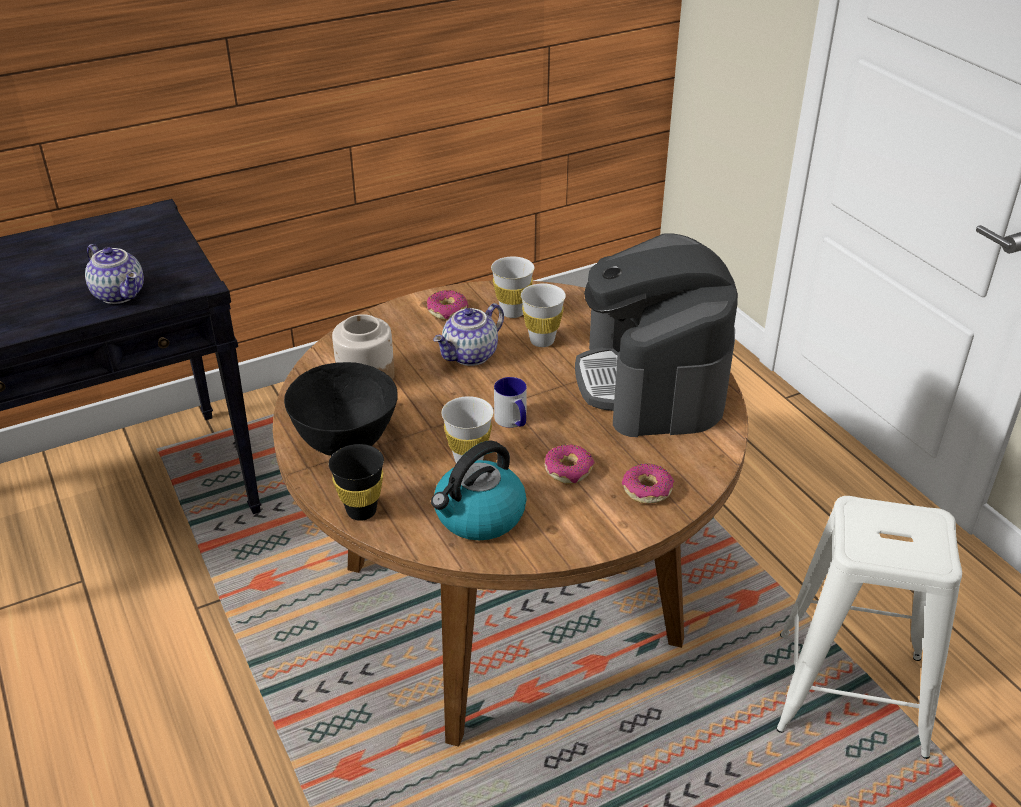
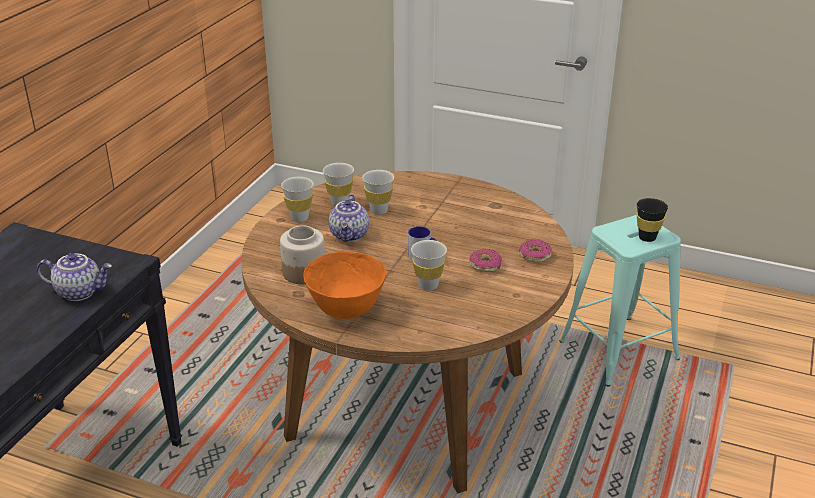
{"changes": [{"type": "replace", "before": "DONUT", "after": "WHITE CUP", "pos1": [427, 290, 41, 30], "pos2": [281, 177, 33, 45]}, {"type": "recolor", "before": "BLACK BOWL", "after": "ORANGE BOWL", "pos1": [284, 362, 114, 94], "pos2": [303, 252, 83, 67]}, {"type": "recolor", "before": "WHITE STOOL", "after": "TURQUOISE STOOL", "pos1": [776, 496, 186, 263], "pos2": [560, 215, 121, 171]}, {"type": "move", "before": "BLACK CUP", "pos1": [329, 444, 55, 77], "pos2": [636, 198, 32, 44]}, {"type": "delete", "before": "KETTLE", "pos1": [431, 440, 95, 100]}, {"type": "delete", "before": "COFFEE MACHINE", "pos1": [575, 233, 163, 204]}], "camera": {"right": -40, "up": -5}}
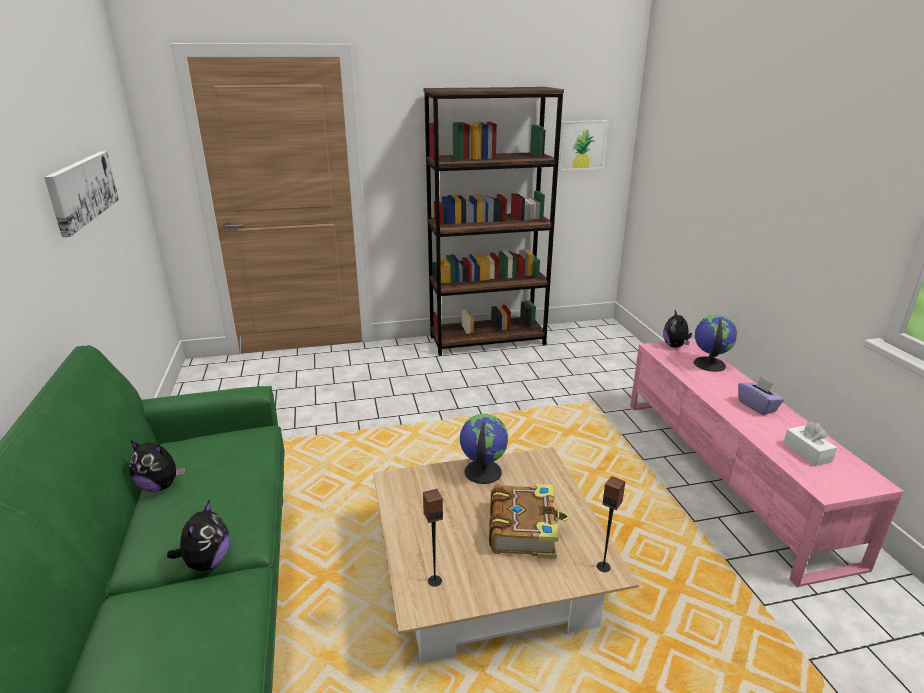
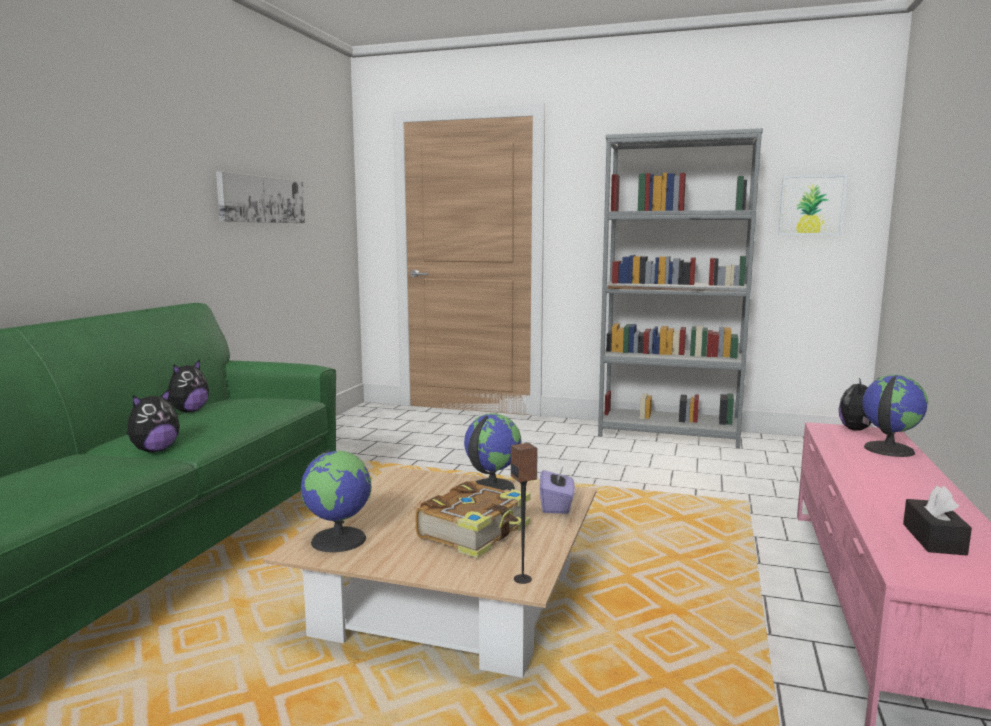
{"changes": [{"type": "rotate", "before": "PLUSH TOY", "pos1": [129, 440, 56, 52], "pos2": [169, 360, 40, 52], "turn": -105}, {"type": "replace", "before": "SPEAKER", "after": "GLOBE", "pos1": [423, 489, 20, 98], "pos2": [300, 449, 72, 103]}, {"type": "move", "before": "PURPLE TISSUE BOX", "pos1": [738, 377, 46, 38], "pos2": [540, 466, 35, 48]}, {"type": "recolor", "before": "BROWN BOOKCASE", "after": "GREY BOOKCASE", "pos1": [424, 87, 140, 269], "pos2": [598, 128, 165, 320]}, {"type": "recolor", "before": "WHITE TISSUE BOX", "after": "BLACK TISSUE BOX", "pos1": [783, 422, 54, 44], "pos2": [903, 486, 69, 70]}], "camera": {"right": 30, "up": -15}}
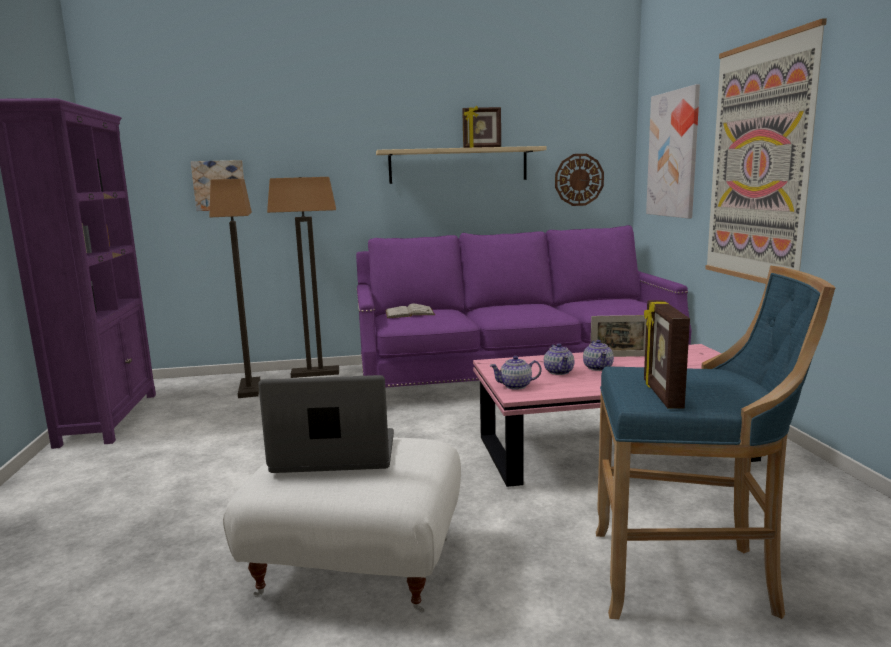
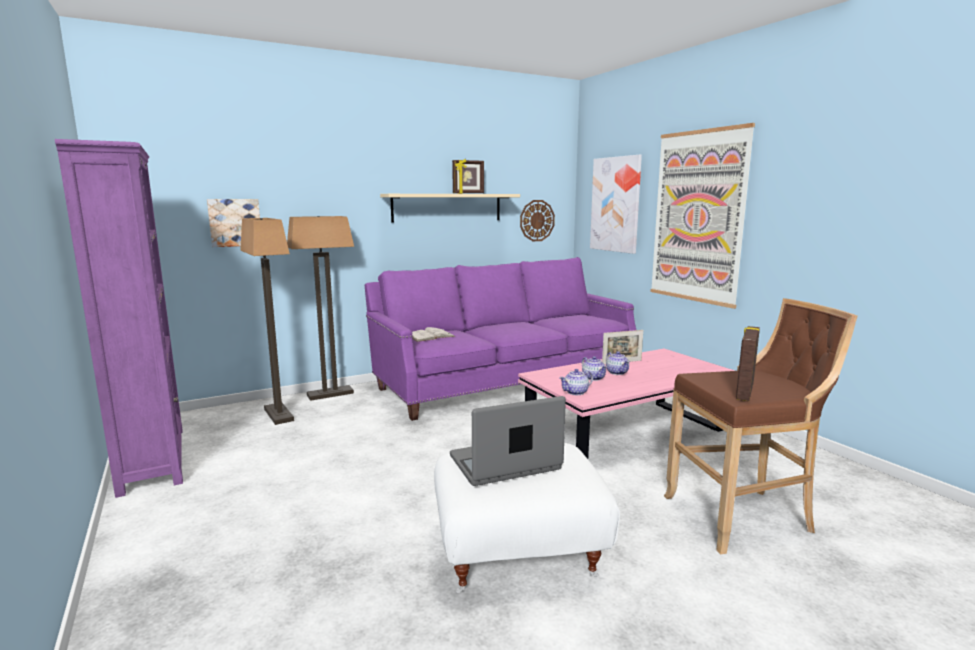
{"changes": [{"type": "recolor", "before": "BLUE STOOL", "after": "BROWN STOOL", "pos1": [596, 265, 239, 354], "pos2": [664, 298, 194, 256]}, {"type": "rotate", "before": "PICTURE FRAME", "pos1": [644, 300, 46, 109], "pos2": [736, 326, 24, 76], "turn": 45}], "camera": {"right": -20, "up": 0}}
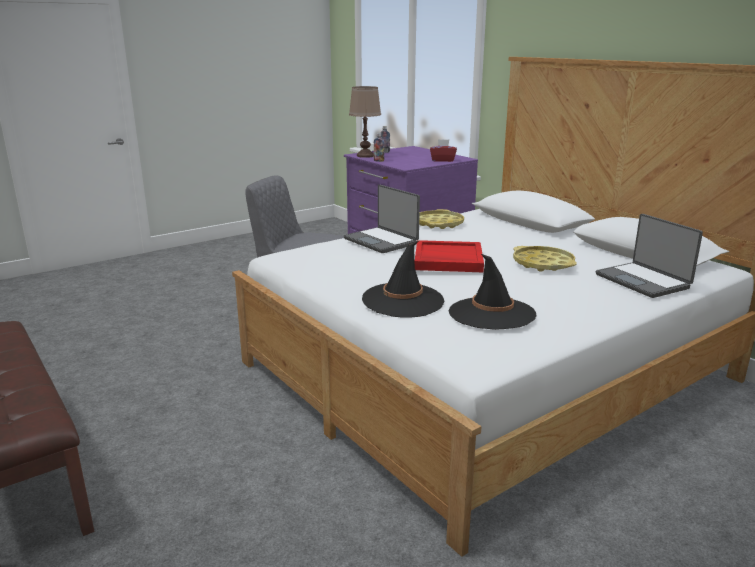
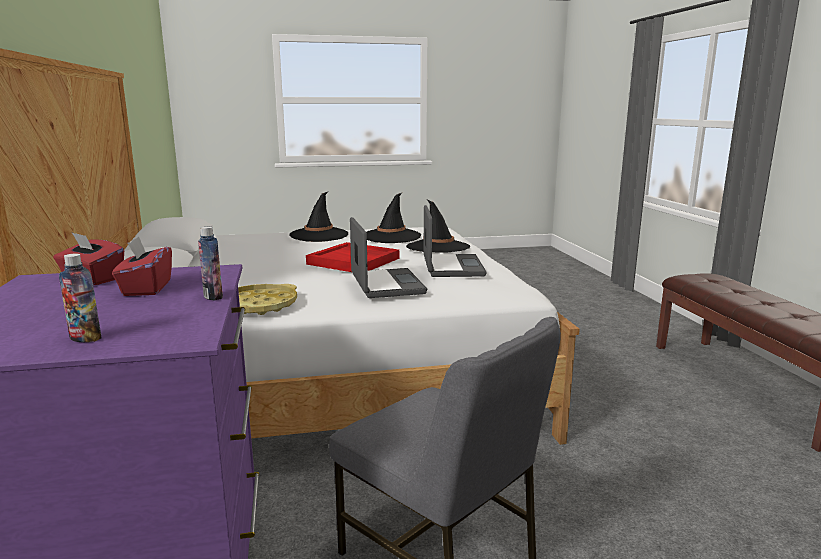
{"changes": [{"type": "insert", "after": "RED TISSUE BOX", "pos2": [112, 236, 60, 60]}, {"type": "insert", "after": "BLACK HAT", "pos2": [289, 192, 59, 50]}, {"type": "move", "before": "LAPTOP", "pos1": [596, 214, 107, 84], "pos2": [424, 205, 63, 72]}, {"type": "delete", "before": "BROWN TABLE LAMP", "pos1": [349, 86, 32, 72]}, {"type": "delete", "before": "YELLOW TRAY", "pos1": [513, 246, 64, 26]}], "camera": {"right": -155, "up": -5}}
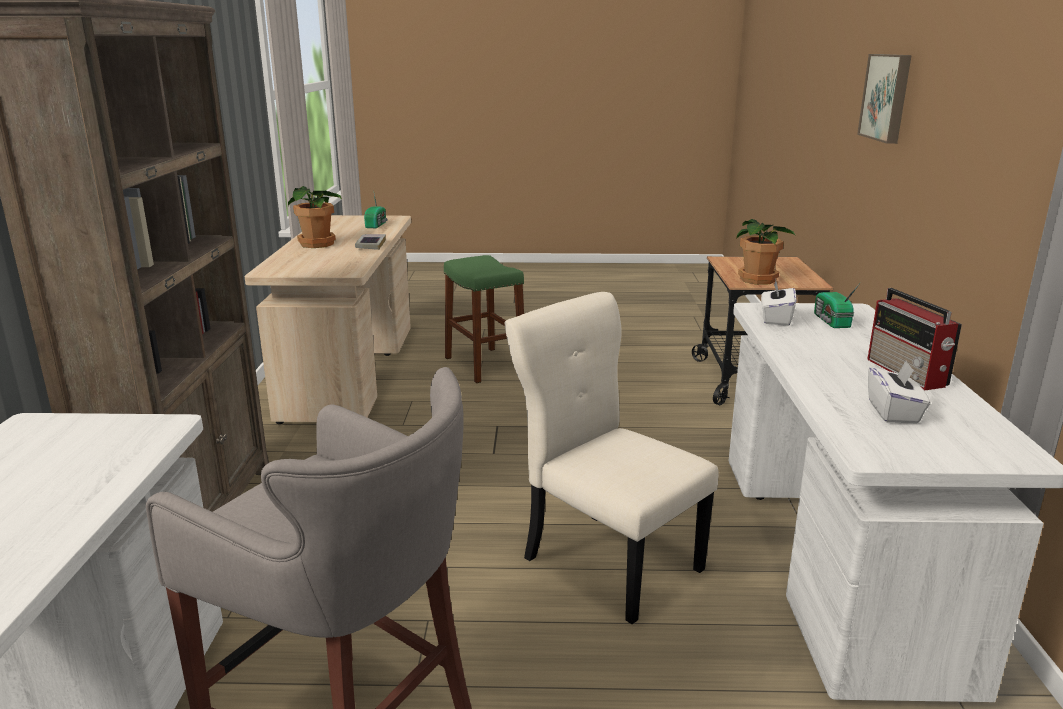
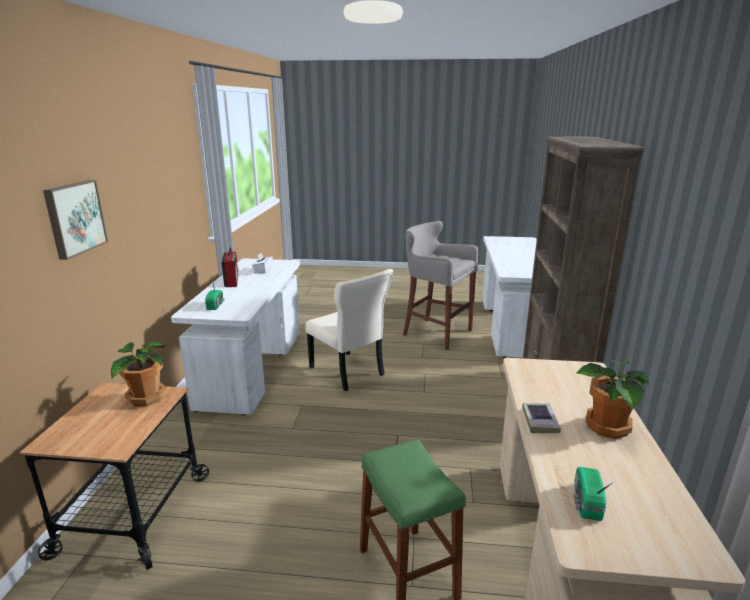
{"changes": [{"type": "delete", "before": "WHITE TISSUE BOX", "pos1": [761, 279, 35, 47]}], "camera": {"right": -175, "up": 0}}
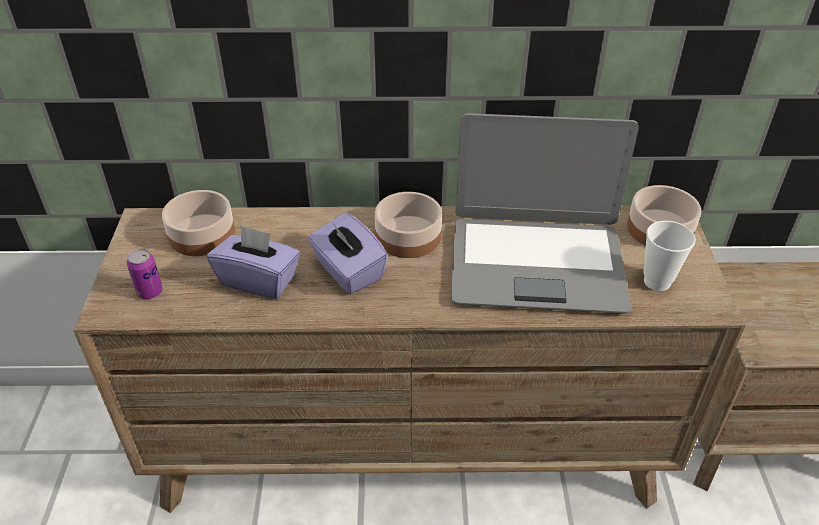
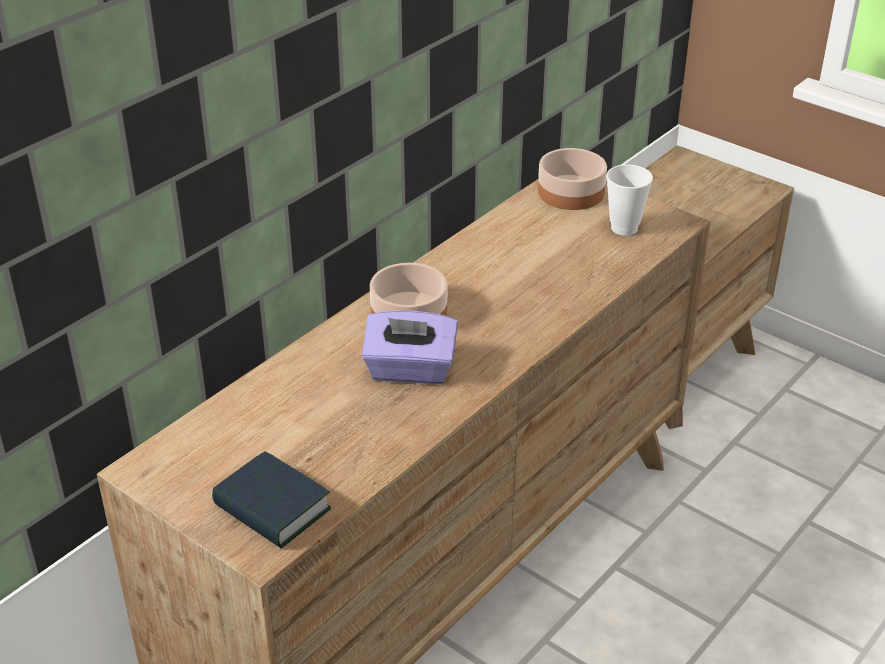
{"changes": [{"type": "replace", "before": "CAN", "after": "BOOK", "pos1": [127, 249, 36, 50], "pos2": [212, 451, 119, 98]}, {"type": "delete", "before": "BOWL", "pos1": [162, 190, 73, 66]}, {"type": "delete", "before": "PURPLE TISSUE BOX", "pos1": [207, 225, 93, 74]}, {"type": "delete", "before": "LAPTOP", "pos1": [451, 113, 188, 201]}], "camera": {"right": -50, "up": -5}}
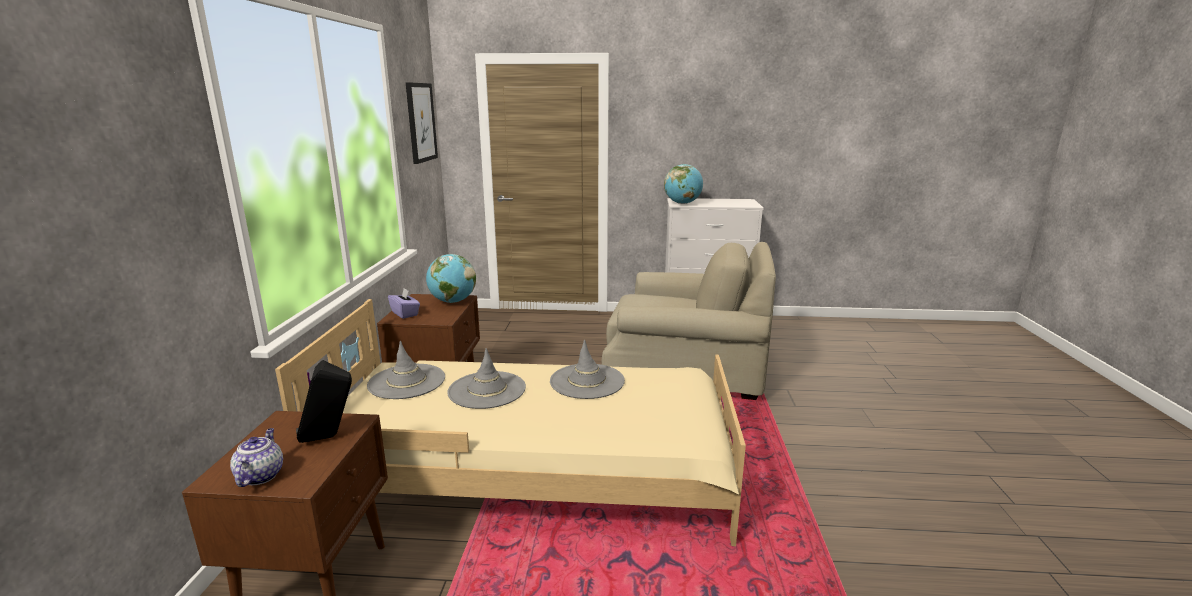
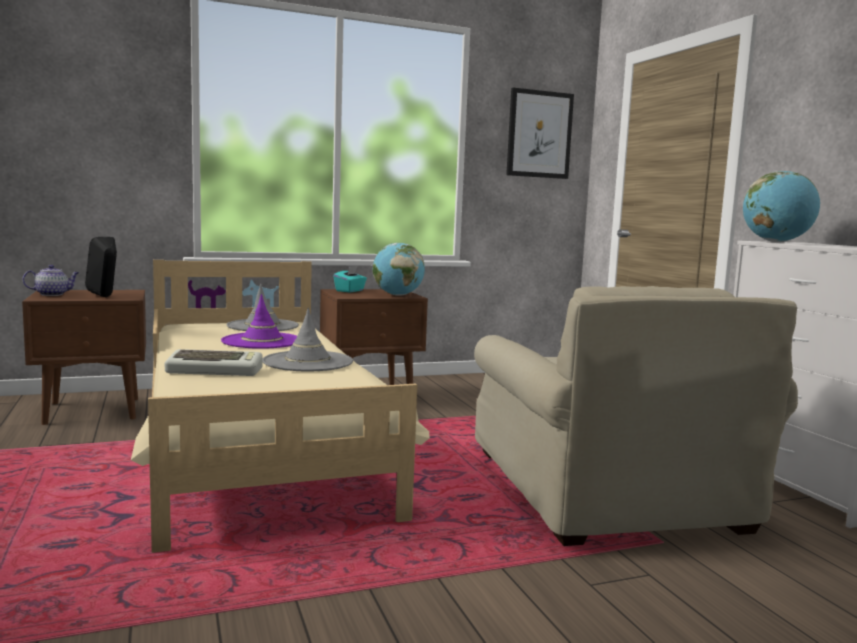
{"changes": [{"type": "insert", "after": "KEYBOARD", "pos2": [165, 349, 98, 27]}, {"type": "recolor", "before": "GREY HAT", "after": "PURPLE HAT", "pos1": [447, 348, 79, 61], "pos2": [221, 294, 76, 55]}, {"type": "recolor", "before": "PURPLE TISSUE BOX", "after": "TURQUOISE TISSUE BOX", "pos1": [388, 288, 32, 31], "pos2": [334, 266, 33, 26]}], "camera": {"right": 65, "up": -10}}
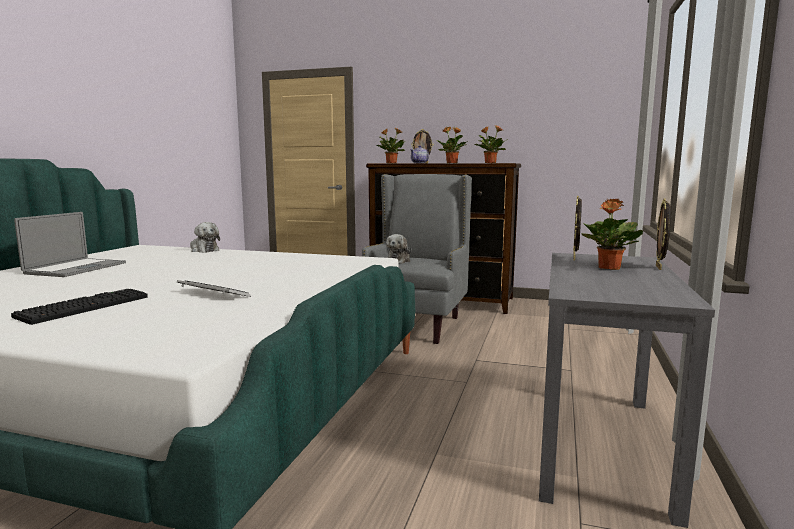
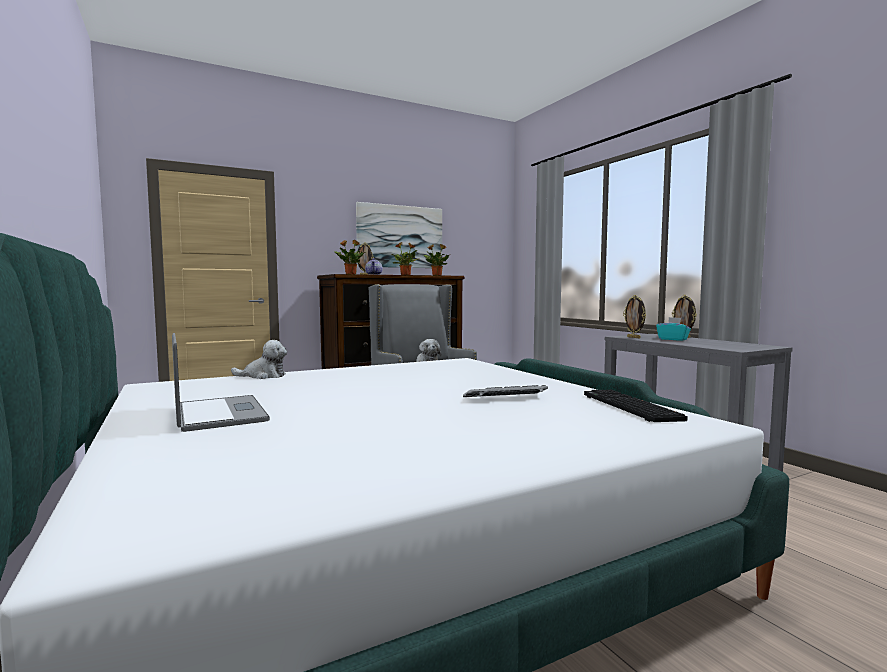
{"changes": [{"type": "insert", "after": "PICTURE", "pos2": [356, 202, 86, 66]}, {"type": "move", "before": "KEYBOARD", "pos1": [11, 289, 137, 36], "pos2": [584, 390, 104, 32]}, {"type": "replace", "before": "POTTED PLANT", "after": "TURQUOISE TISSUE BOX", "pos1": [582, 198, 61, 72], "pos2": [656, 317, 35, 24]}], "camera": {"right": -45, "up": -5}}
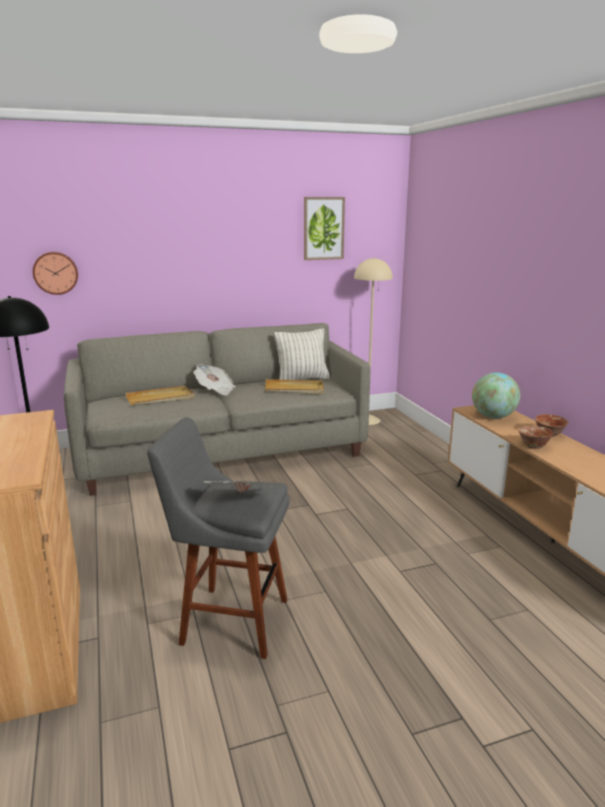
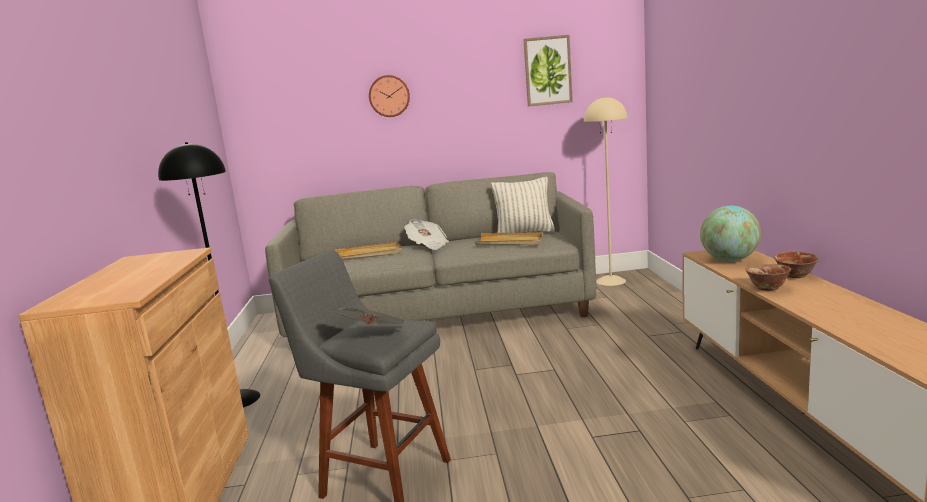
{"changes": [{"type": "move", "before": "WALL CLOCK", "pos1": [33, 252, 45, 43], "pos2": [369, 75, 41, 42]}], "camera": {"right": 15, "up": -5}}
